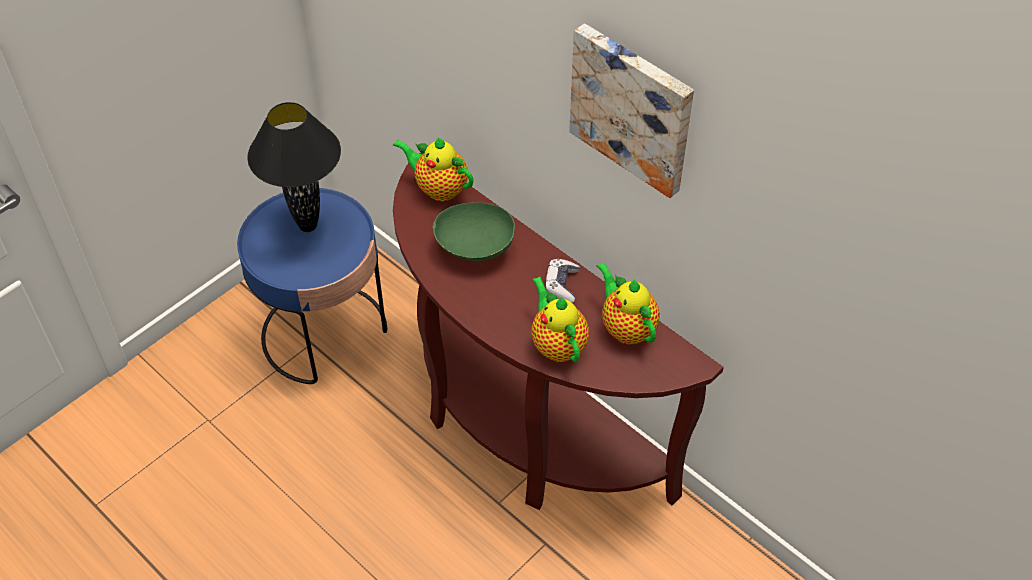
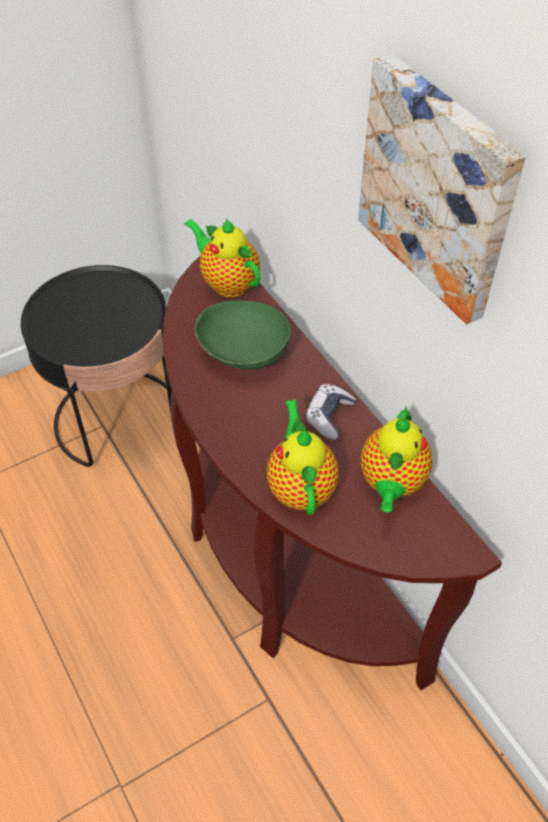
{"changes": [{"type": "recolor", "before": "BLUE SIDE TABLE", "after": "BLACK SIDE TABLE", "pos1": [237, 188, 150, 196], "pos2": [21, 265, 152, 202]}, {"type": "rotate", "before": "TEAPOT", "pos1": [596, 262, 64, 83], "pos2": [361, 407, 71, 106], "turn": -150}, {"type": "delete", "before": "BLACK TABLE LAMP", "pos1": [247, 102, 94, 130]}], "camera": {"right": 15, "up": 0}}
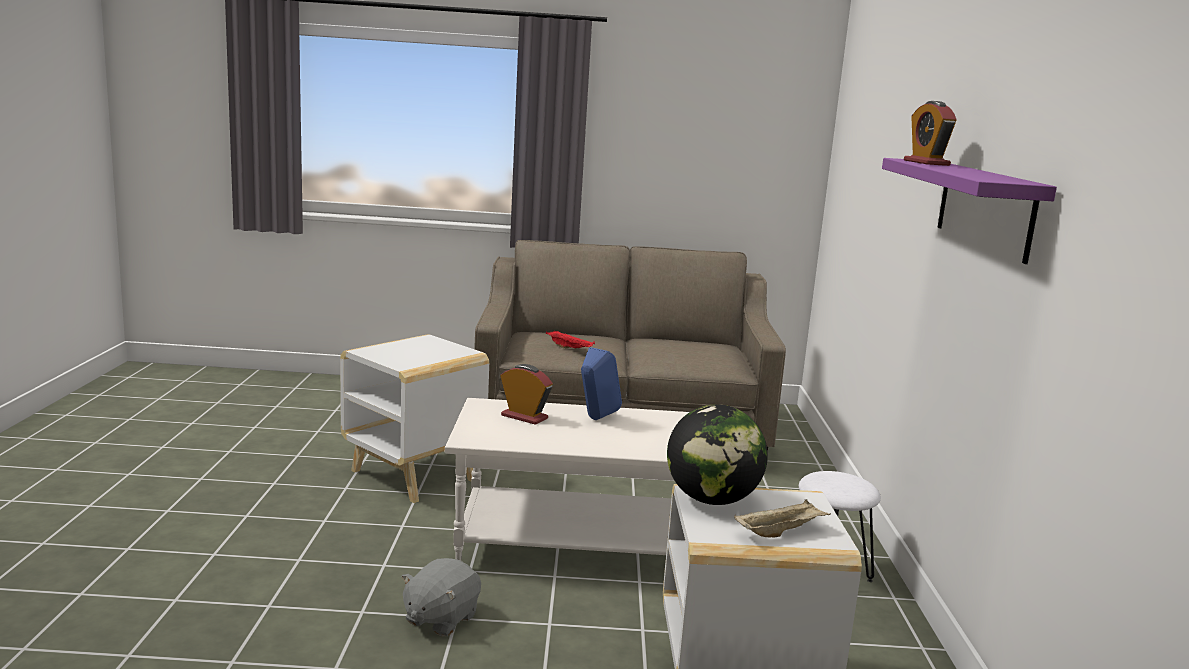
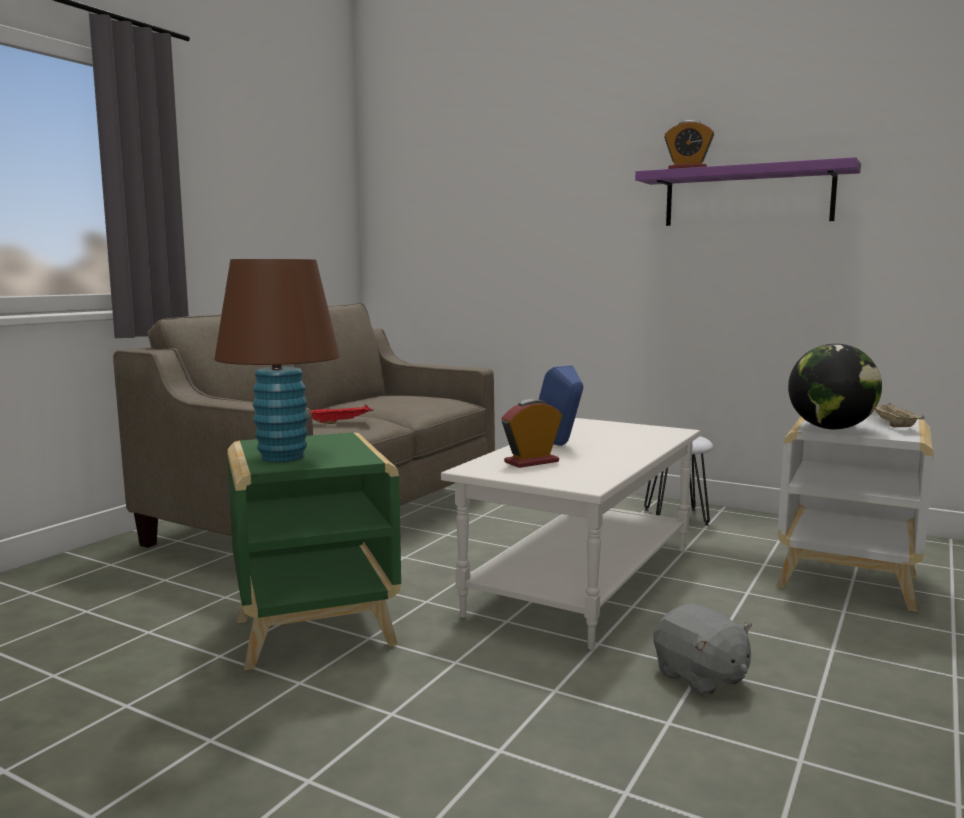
{"changes": [{"type": "insert", "after": "BROWN TABLE LAMP", "pos2": [214, 259, 126, 203]}, {"type": "recolor", "before": "WHITE SIDE TABLE", "after": "GREEN SIDE TABLE", "pos1": [340, 334, 149, 169], "pos2": [227, 433, 174, 237]}], "camera": {"right": -60, "up": -5}}
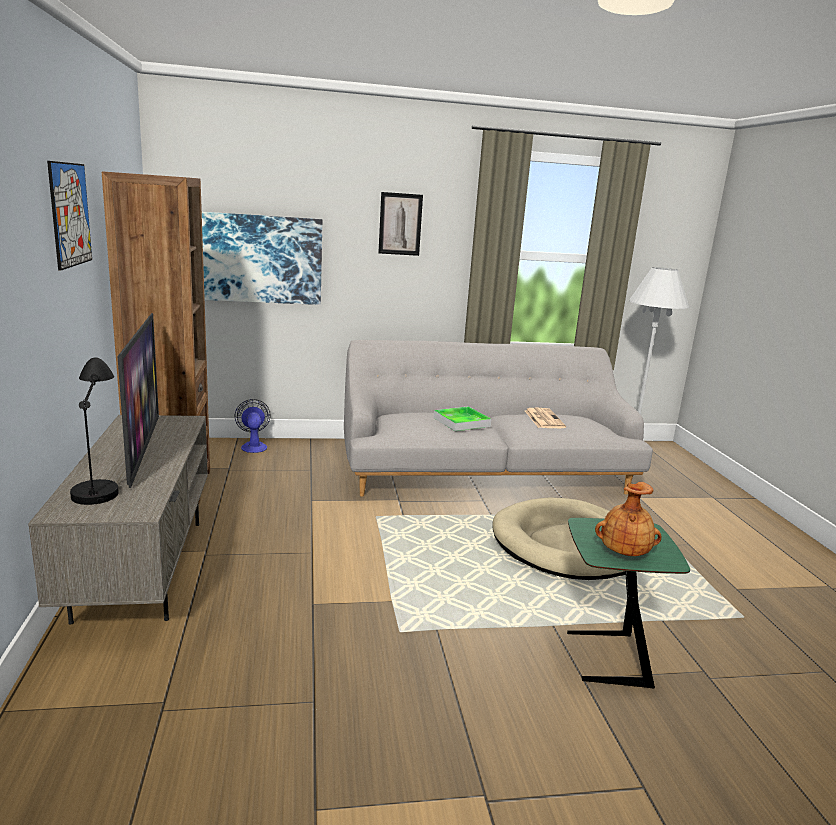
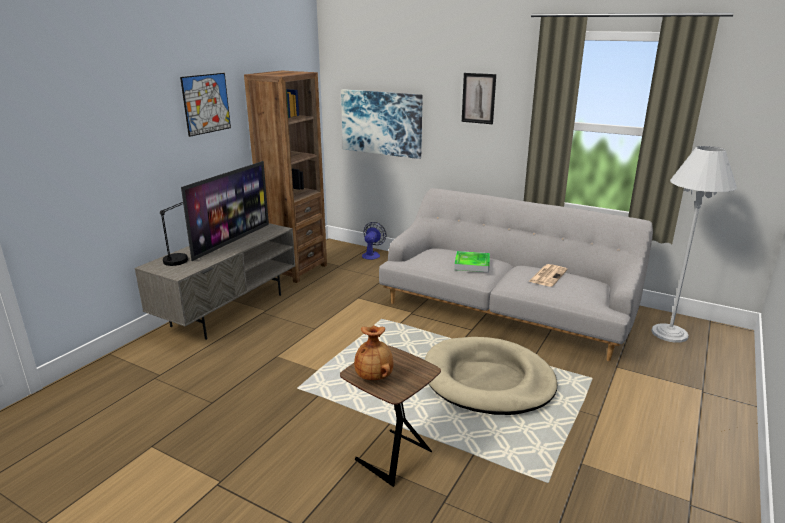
{"changes": [{"type": "recolor", "before": "GREEN SIDE TABLE", "after": "BROWN SIDE TABLE", "pos1": [567, 518, 123, 171], "pos2": [340, 345, 101, 142]}], "camera": {"right": 40, "up": 5}}
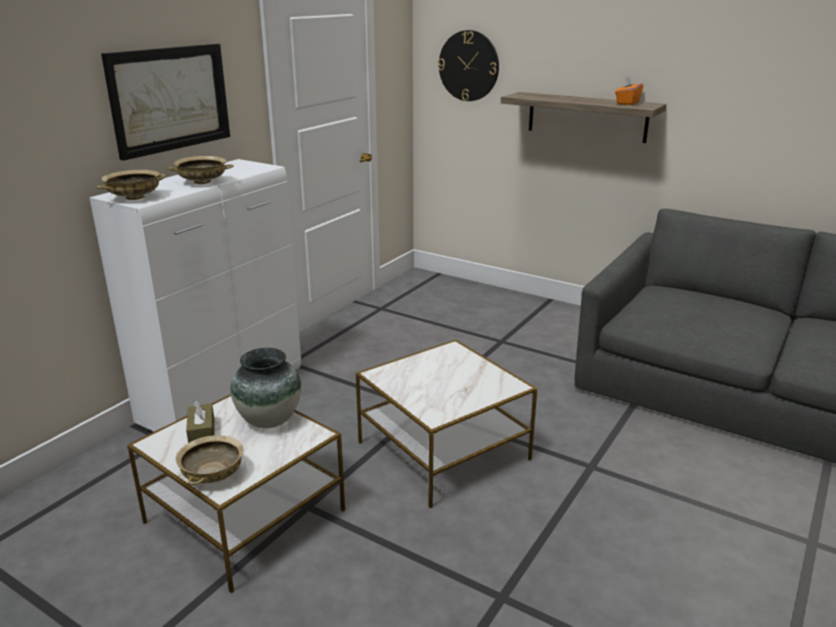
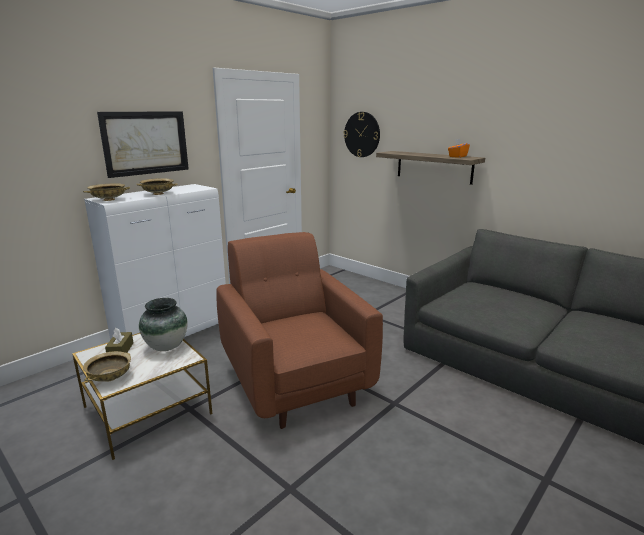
{"changes": [{"type": "replace", "before": "SIDE TABLE", "after": "BROWN ARMCHAIR", "pos1": [356, 340, 181, 168], "pos2": [216, 232, 167, 197]}], "camera": {"right": 10, "up": -5}}
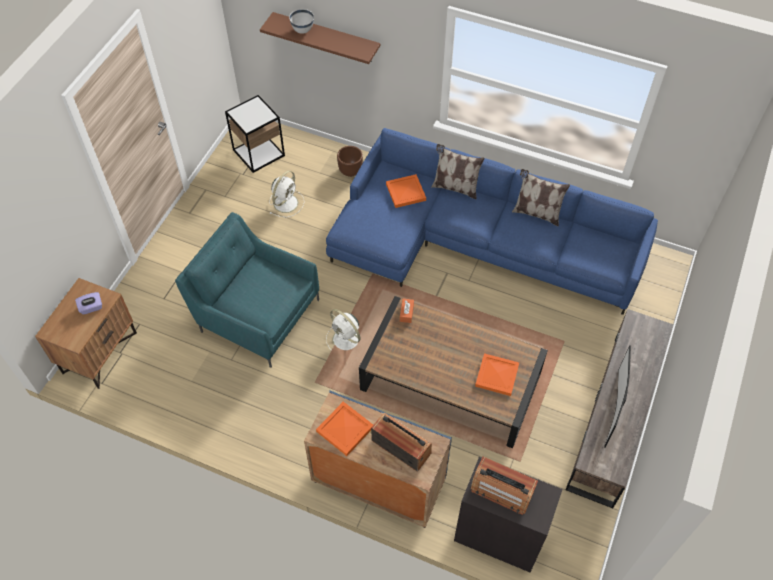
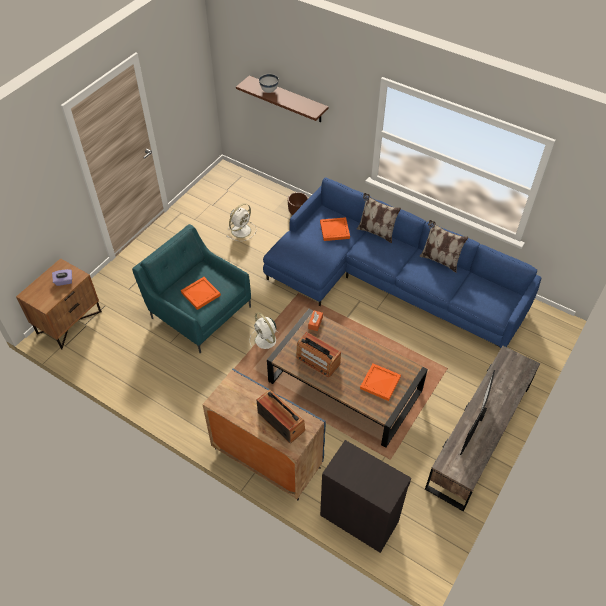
{"changes": [{"type": "move", "before": "ORANGE TRAY", "pos1": [316, 401, 57, 55], "pos2": [181, 277, 40, 33]}, {"type": "move", "before": "RADIO", "pos1": [471, 456, 67, 59], "pos2": [296, 332, 45, 45]}, {"type": "delete", "before": "SIDE TABLE", "pos1": [225, 95, 60, 78]}], "camera": {"right": 10, "up": -5}}
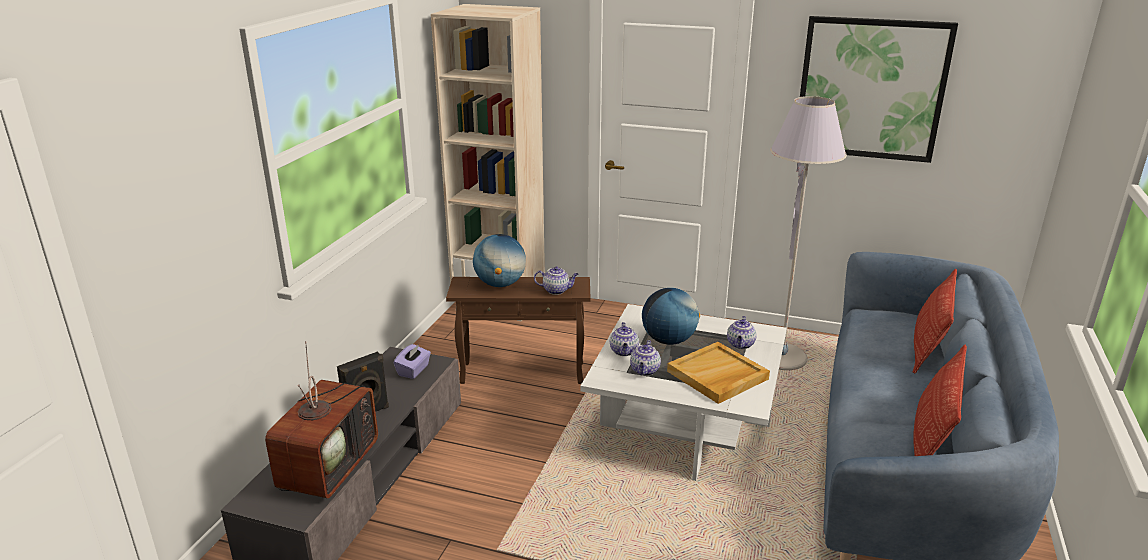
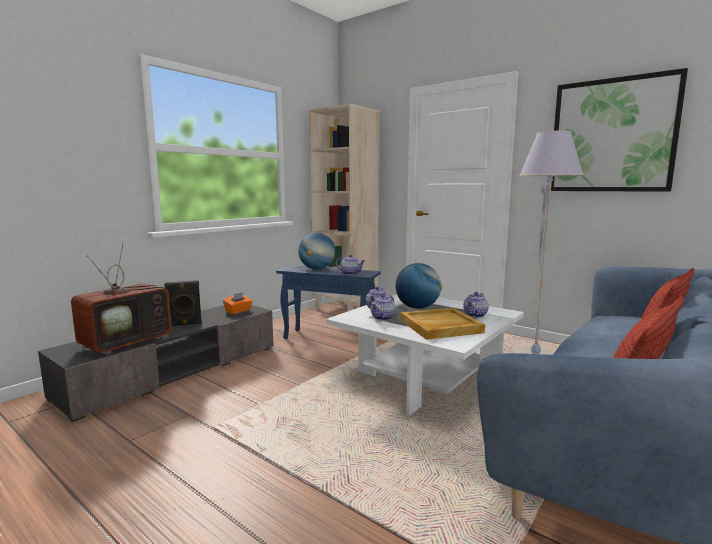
{"changes": [{"type": "recolor", "before": "PURPLE TISSUE BOX", "after": "ORANGE TISSUE BOX", "pos1": [394, 344, 37, 35], "pos2": [223, 292, 30, 22]}, {"type": "recolor", "before": "BROWN SIDE TABLE", "after": "BLUE SIDE TABLE", "pos1": [446, 277, 144, 107], "pos2": [276, 265, 105, 74]}], "camera": {"right": 20, "up": -15}}
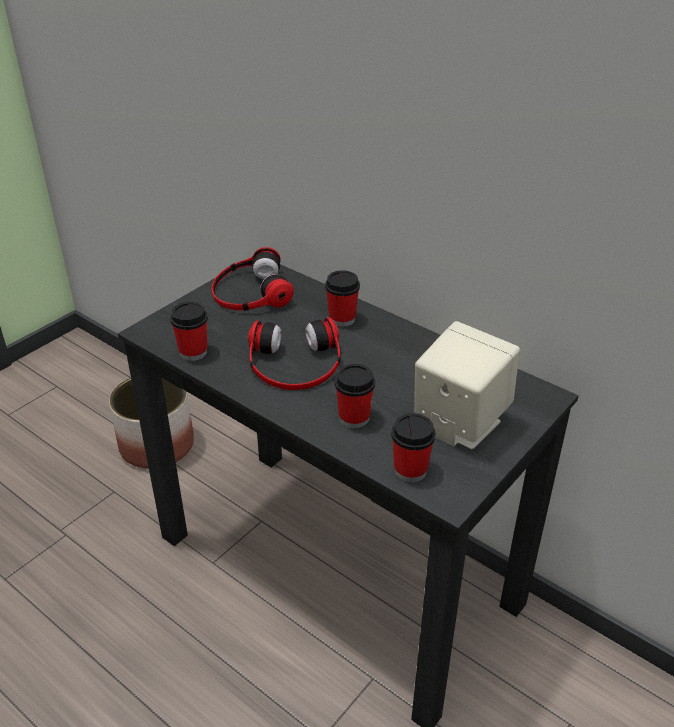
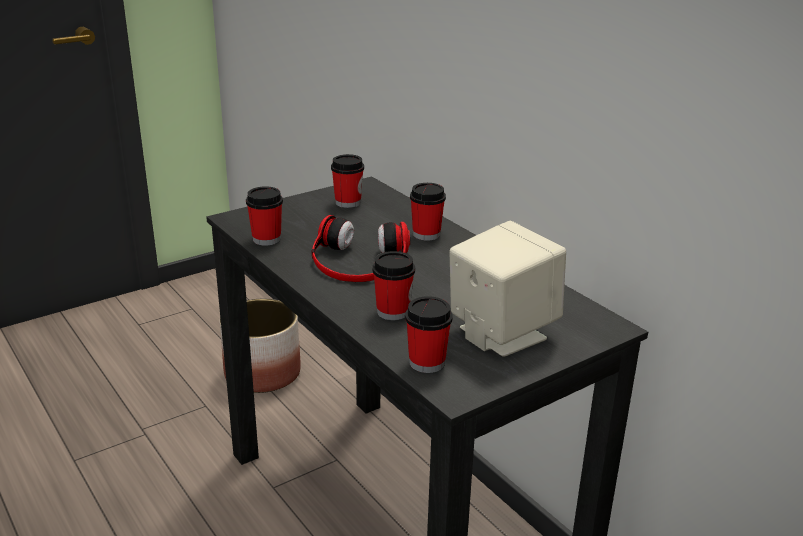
{"changes": [{"type": "replace", "before": "HEADPHONES", "after": "CUP", "pos1": [212, 247, 82, 64], "pos2": [331, 154, 33, 54]}], "camera": {"right": 15, "up": -10}}
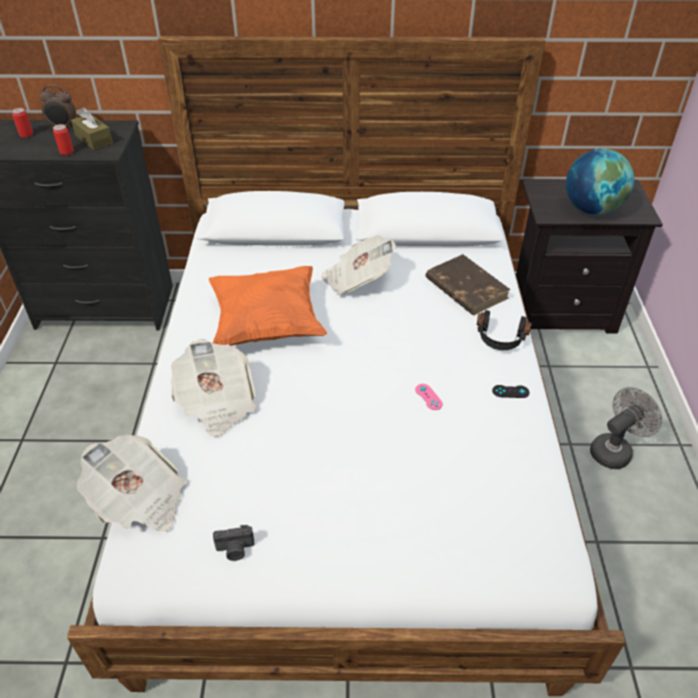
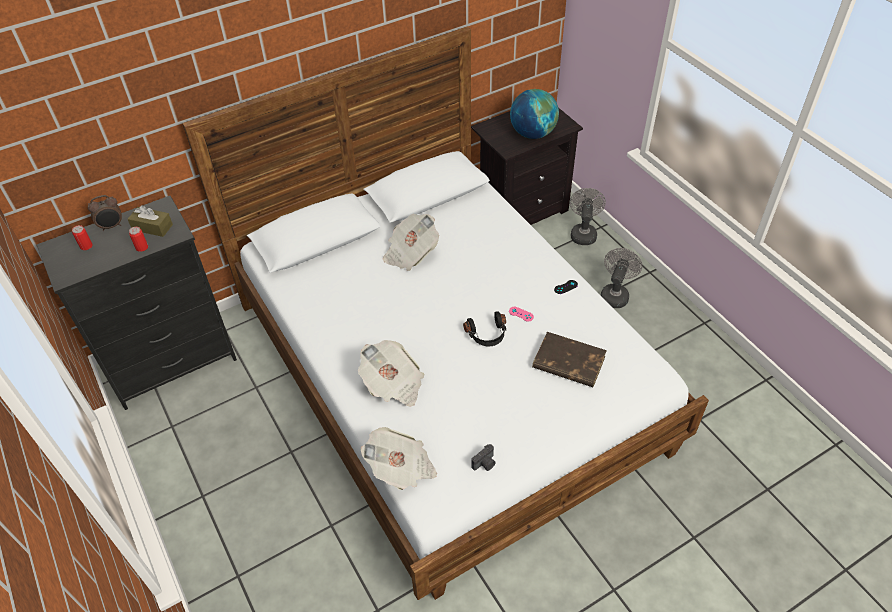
{"changes": [{"type": "move", "before": "BLACK HEADPHONES", "pos1": [477, 310, 55, 40], "pos2": [463, 311, 43, 36]}, {"type": "move", "before": "BROWN BOOK", "pos1": [425, 254, 86, 61], "pos2": [532, 332, 75, 55]}, {"type": "insert", "after": "GREY FAN", "pos2": [570, 188, 36, 57]}, {"type": "delete", "before": "ORANGE PILLOW", "pos1": [209, 266, 118, 80]}], "camera": {"right": -30, "up": 5}}
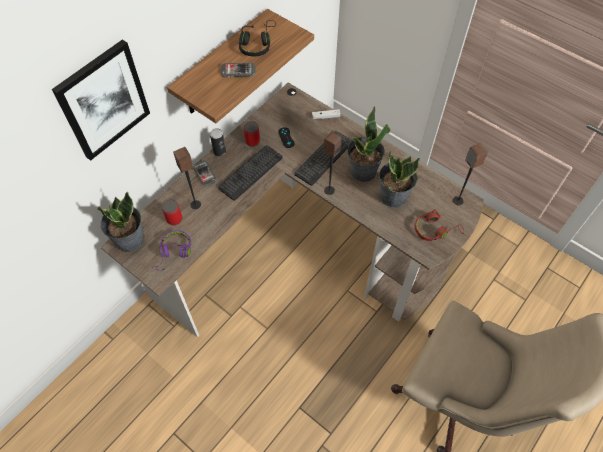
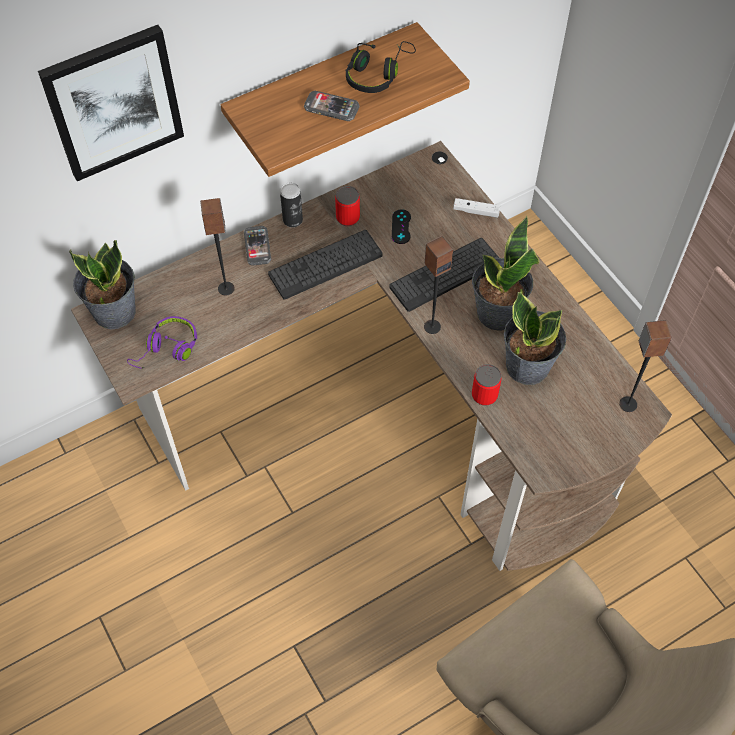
{"changes": [{"type": "move", "before": "CAN", "pos1": [162, 199, 20, 26], "pos2": [472, 364, 29, 42]}, {"type": "delete", "before": "RED HEADPHONES", "pos1": [415, 209, 49, 32]}], "camera": {"right": 20, "up": 0}}
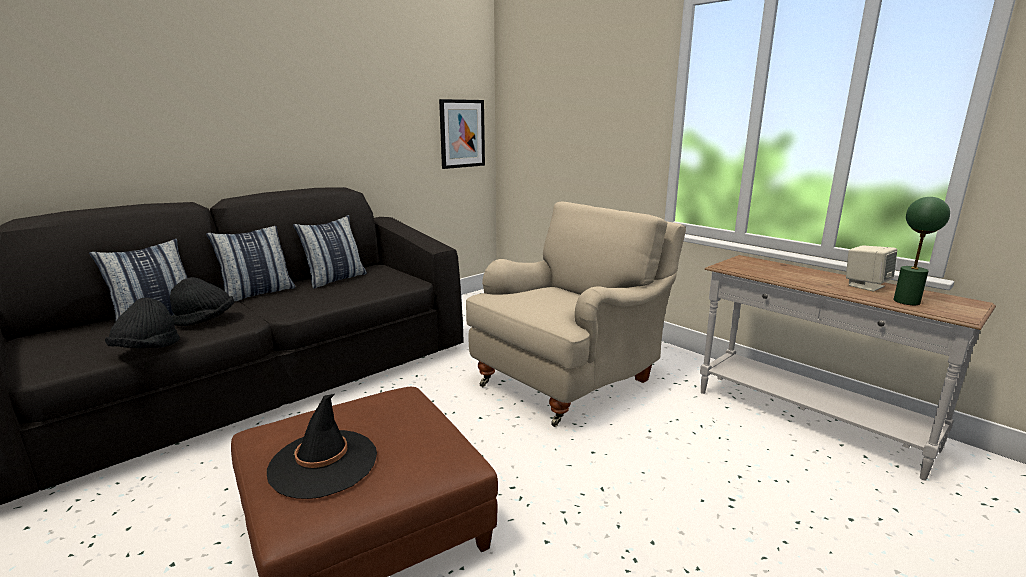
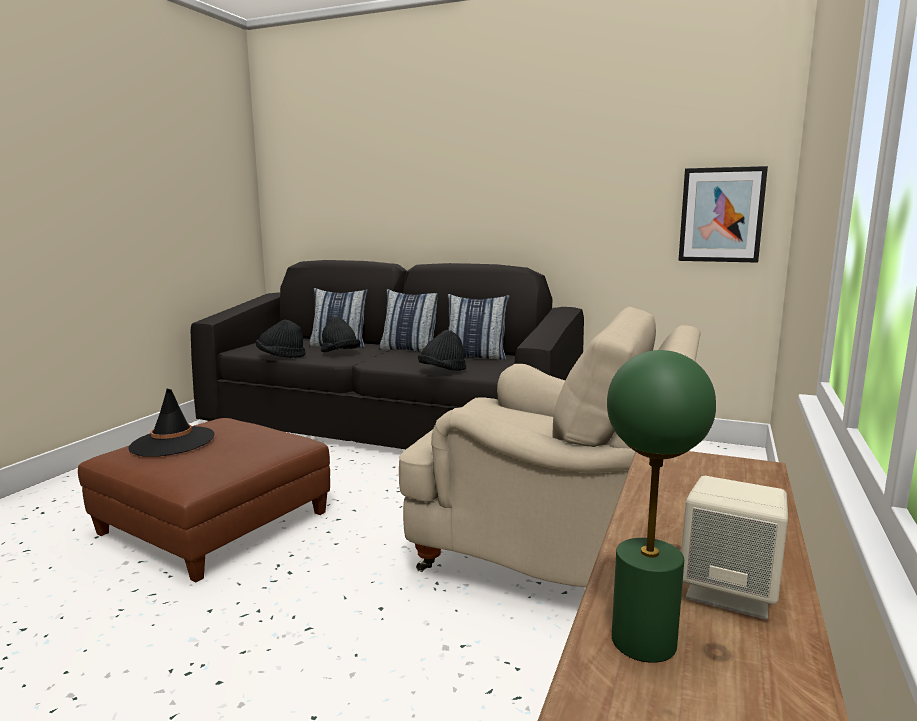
{"changes": [{"type": "insert", "after": "BLACK HAT", "pos2": [418, 330, 48, 41]}], "camera": {"right": 65, "up": -5}}
